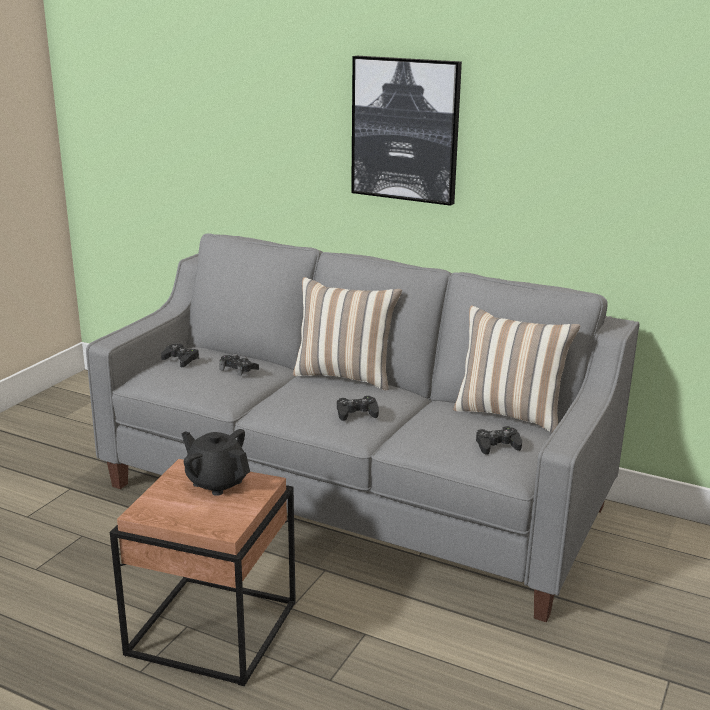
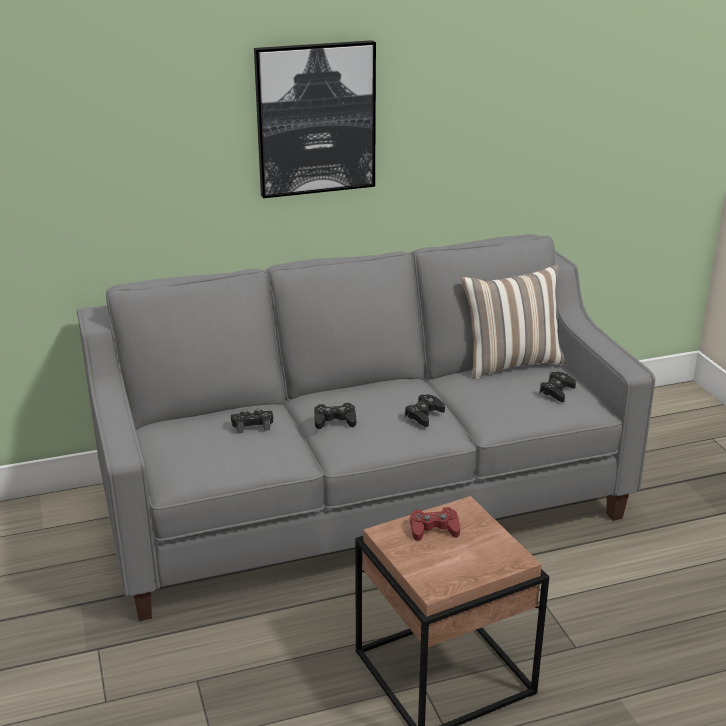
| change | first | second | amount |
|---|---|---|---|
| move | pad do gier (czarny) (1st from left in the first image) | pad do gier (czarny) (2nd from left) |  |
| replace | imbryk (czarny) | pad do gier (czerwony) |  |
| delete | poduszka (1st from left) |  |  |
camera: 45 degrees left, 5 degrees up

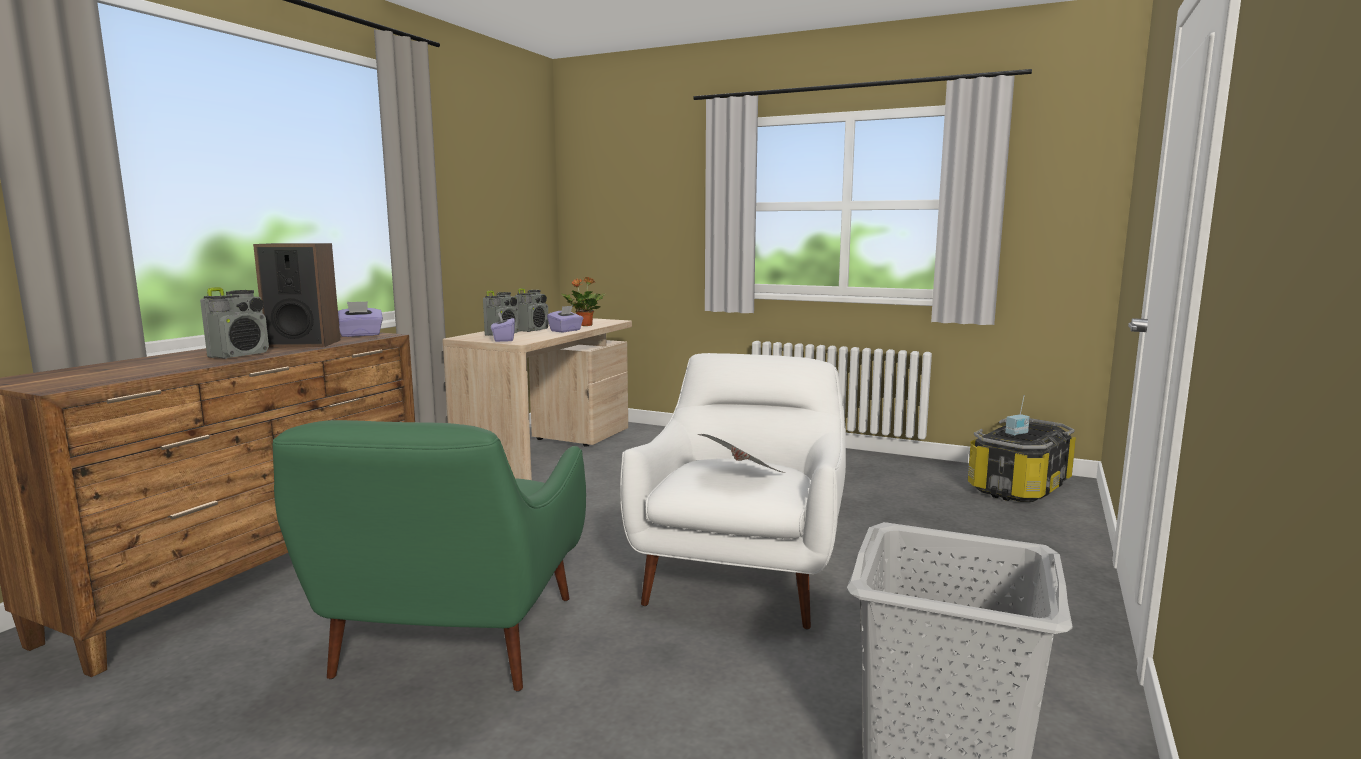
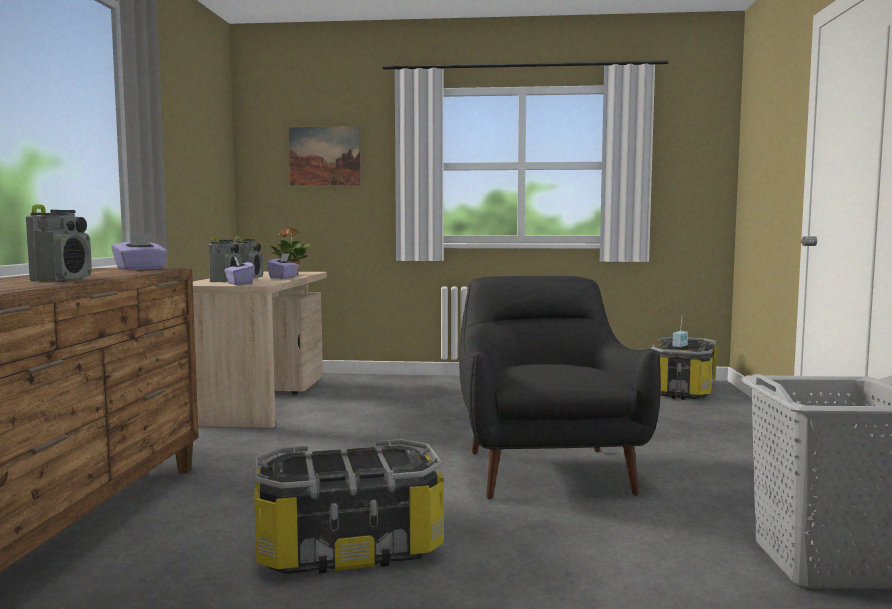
| change | first | second | amount |
|---|---|---|---|
| delete | głośnik |  |  |
| replace | fotel (zielony) | pojemnik do przechowywania (1st from left) |  |
| recolor | fotel (biały) | fotel (czarny) |  |
| delete | gazeta |  |  |
| insert |  | obraz |  |
camera: 20 degrees left, 5 degrees down

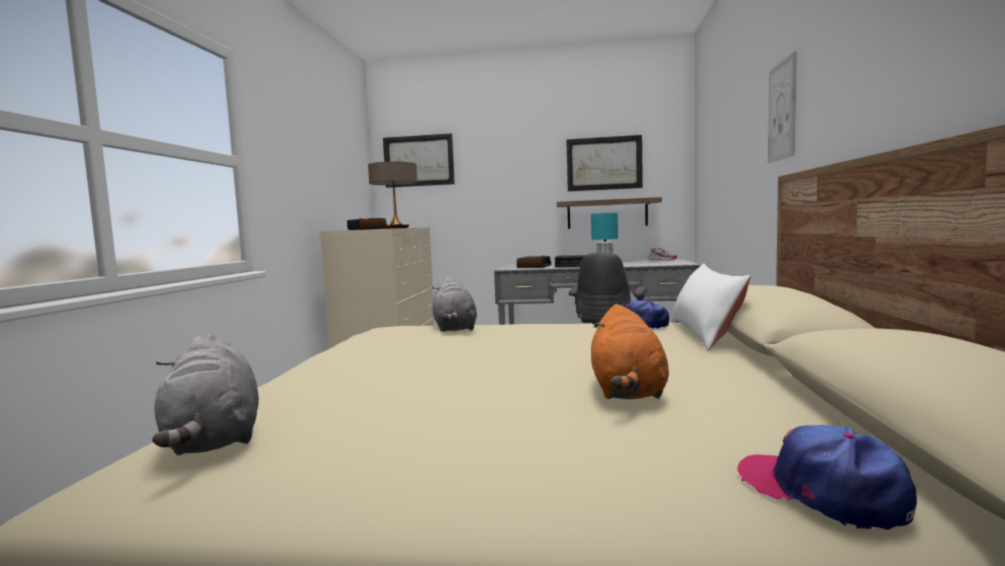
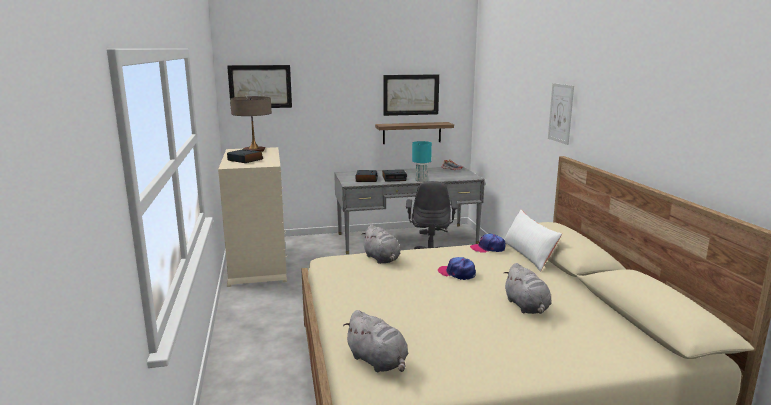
| change | first | second | amount |
|---|---|---|---|
| recolor | pluszak (pomarańczowy) | pluszak (szary) (3rd from left) |  |
| move | czapka z daszkiem (2nd from left in the first image) | czapka z daszkiem (1st from left) |  |
camera: 20 degrees left, 10 degrees up

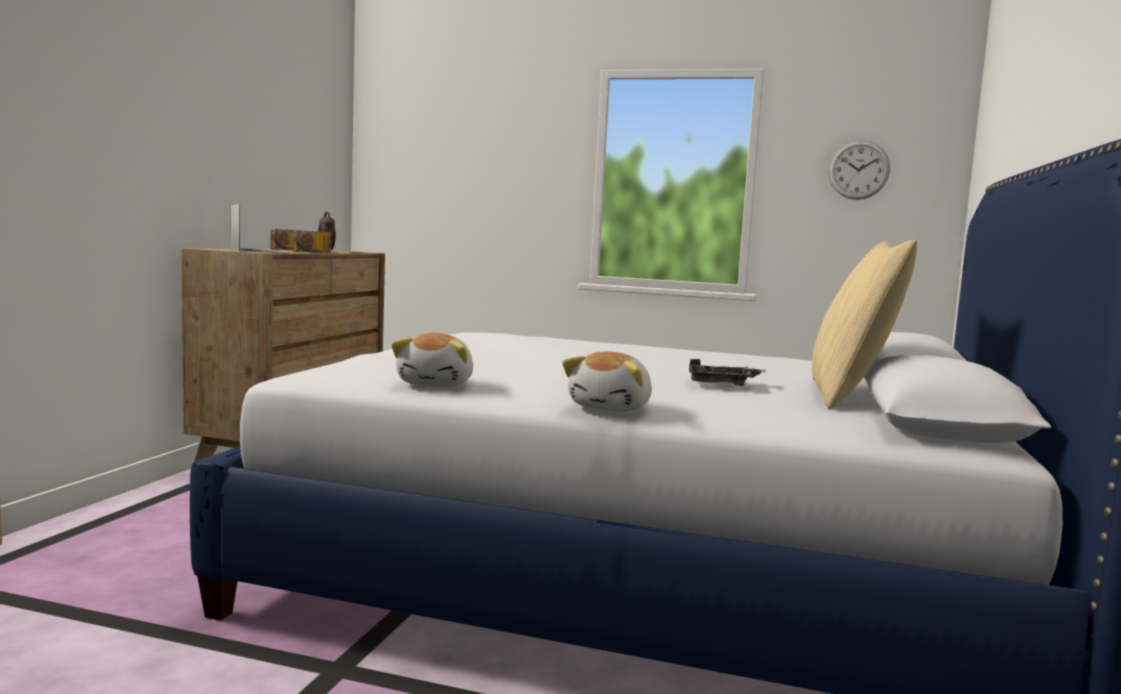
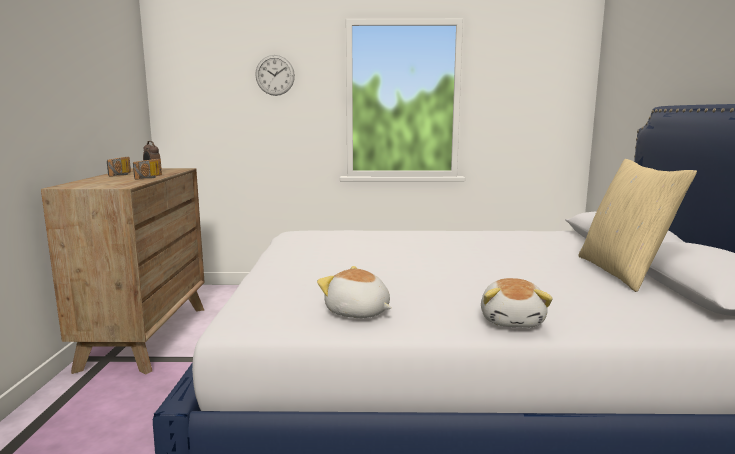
| change | first | second | amount |
|---|---|---|---|
| delete | laptop |  |  |
| rotate | pluszak (1st from left) |  | 135 degrees clockwise |
| delete | taca (szary) |  |  |
| move | zegar ścienny |  |  |
camera: 15 degrees left, 5 degrees up

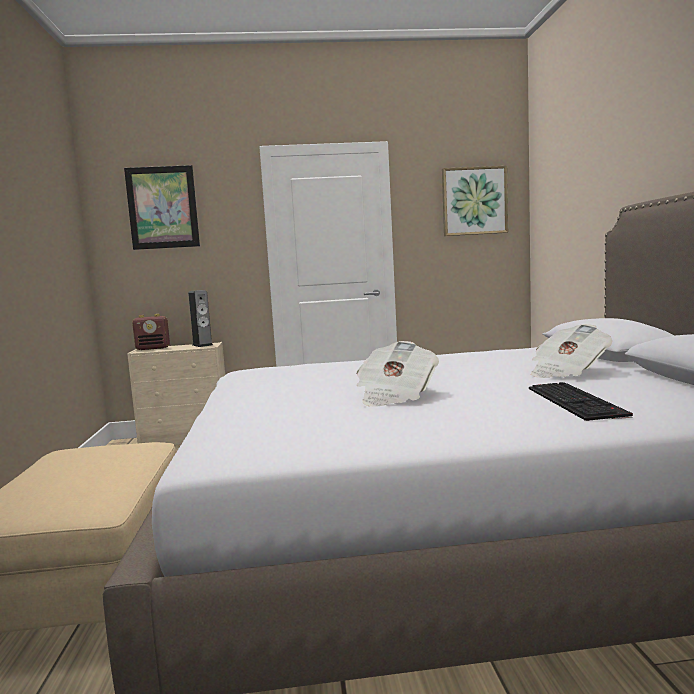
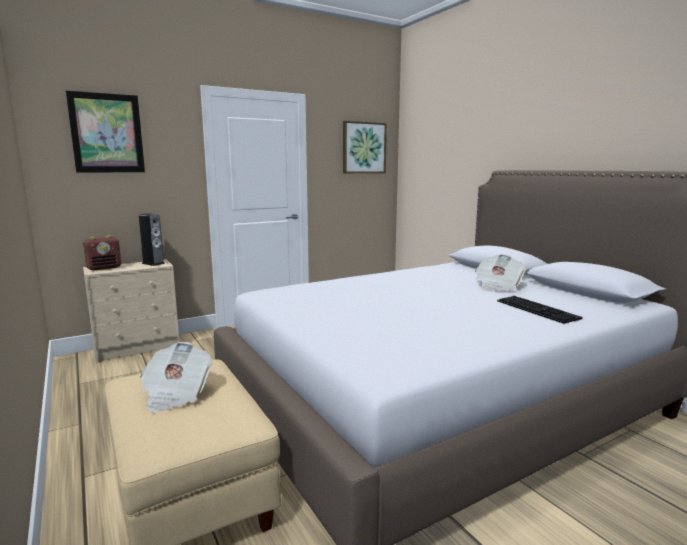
| change | first | second | amount |
|---|---|---|---|
| move | gazeta (1st from left) |  |  |
camera: 25 degrees left, 5 degrees up

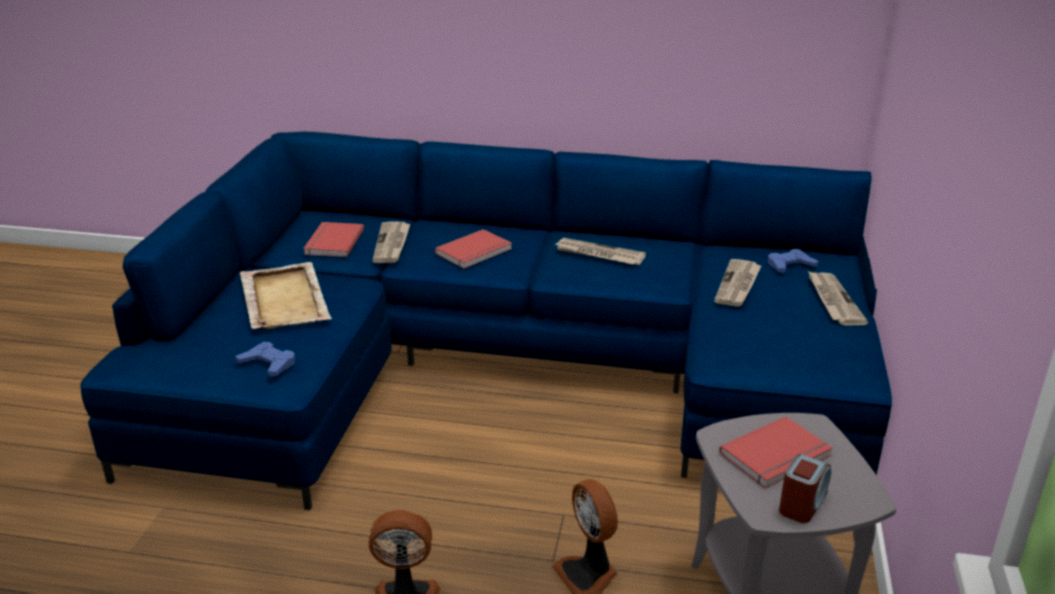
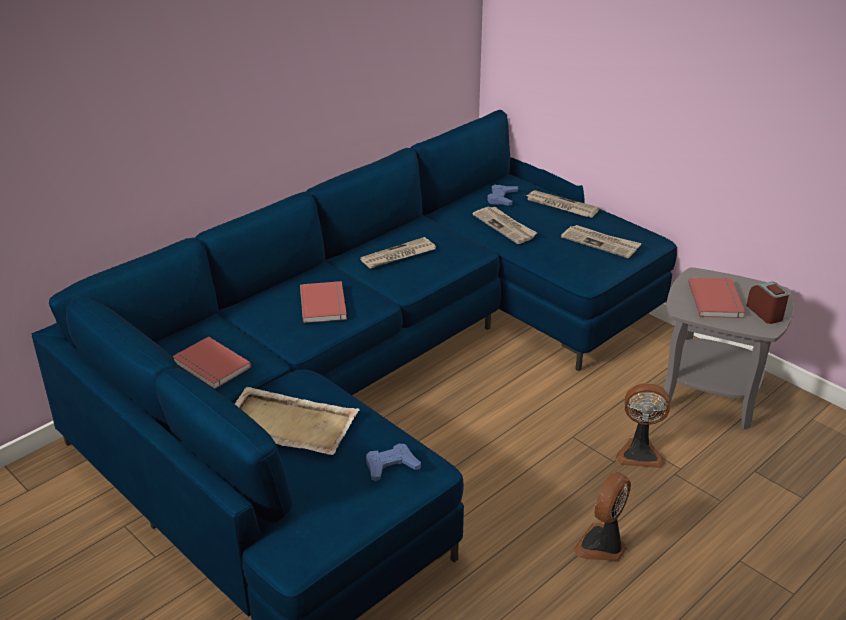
| change | first | second | amount |
|---|---|---|---|
| move | gazeta (1st from left in the first image) | gazeta (4th from left) |  |
camera: 55 degrees left, 5 degrees up

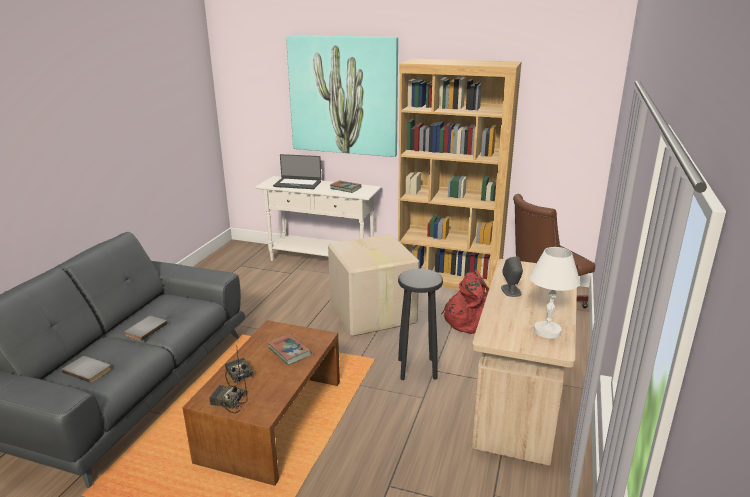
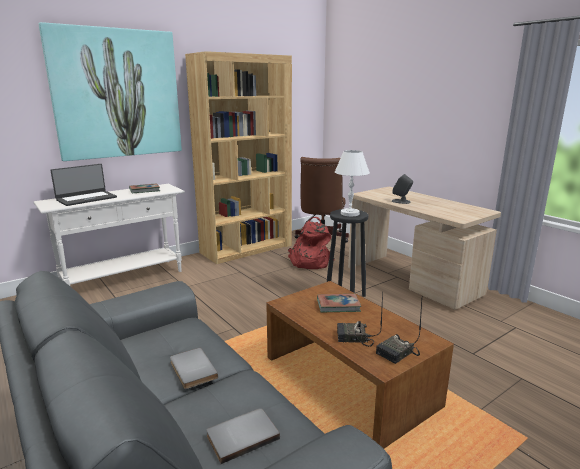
| change | first | second | amount |
|---|---|---|---|
| delete | karton |  |  |
| move | lampa stołowa (biały) |  |  |
camera: 55 degrees left, 5 degrees down

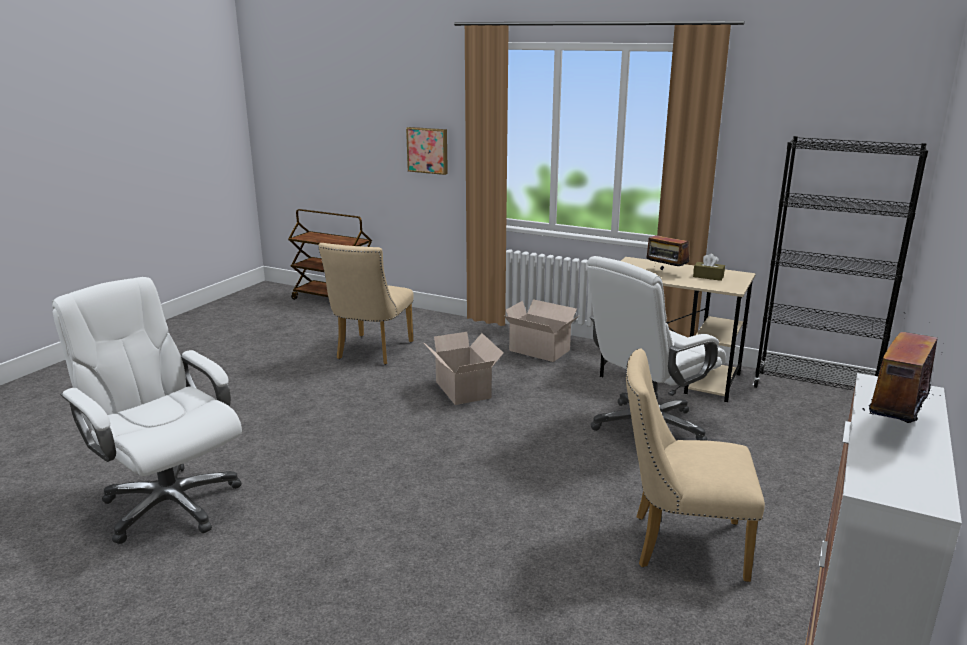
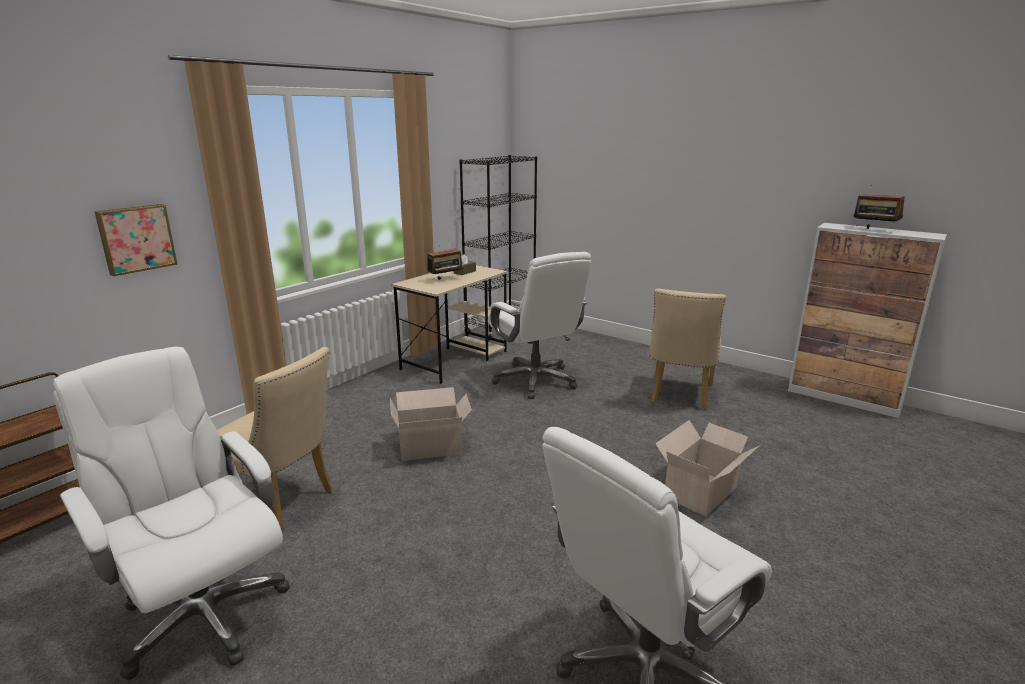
| change | first | second | amount |
|---|---|---|---|
| move | karton (2nd from left) |  |  |
| insert |  | krzesło biurowe (biały) (1st from left) |  |
camera: 80 degrees left, 0 degrees up

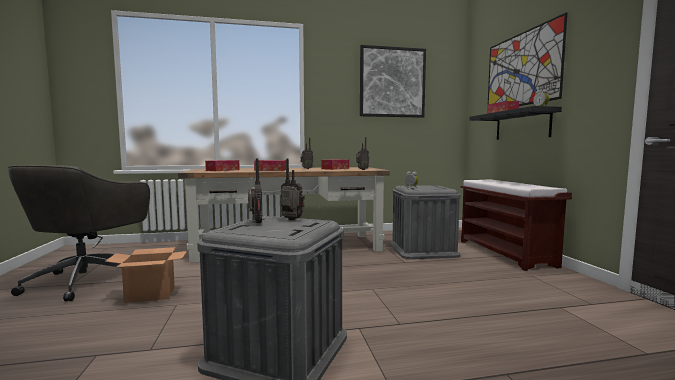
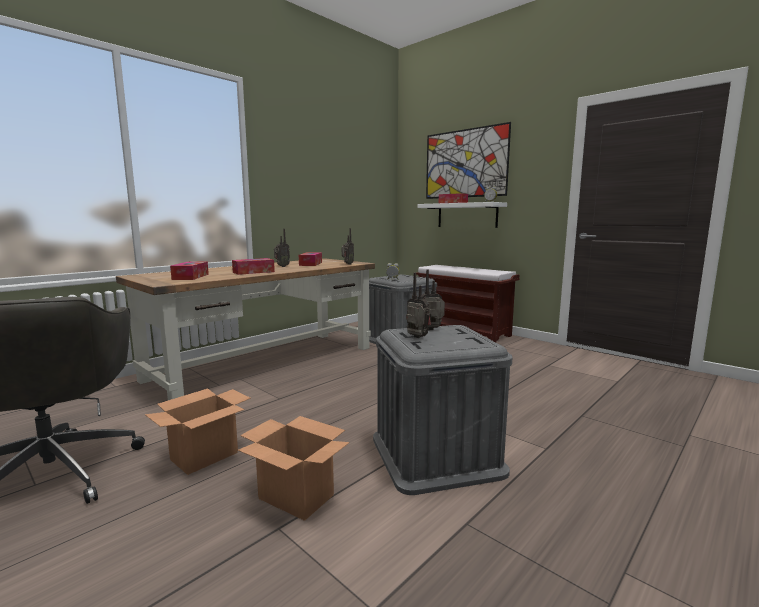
| change | first | second | amount |
|---|---|---|---|
| delete | obraz (1st from left) |  |  |
| recolor | półka (czarny) | półka (biały) |  |
| insert |  | karton (2nd from left) |  |
camera: 35 degrees left, 5 degrees up

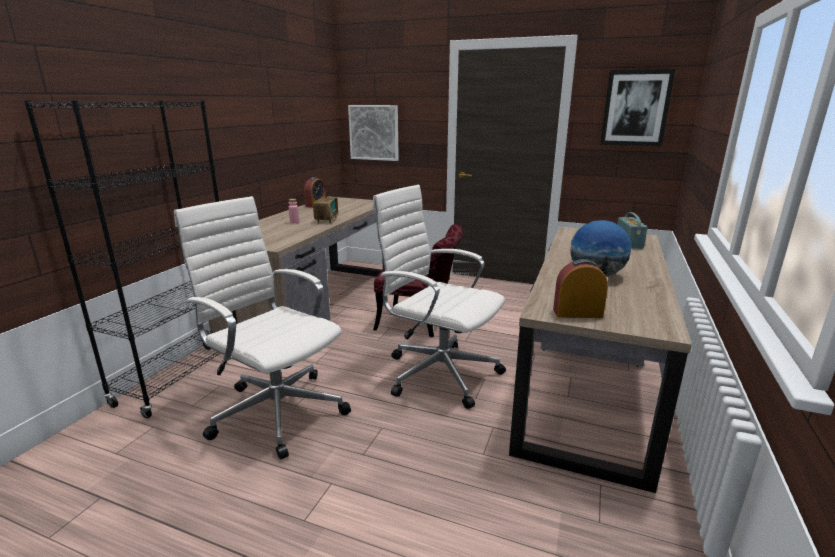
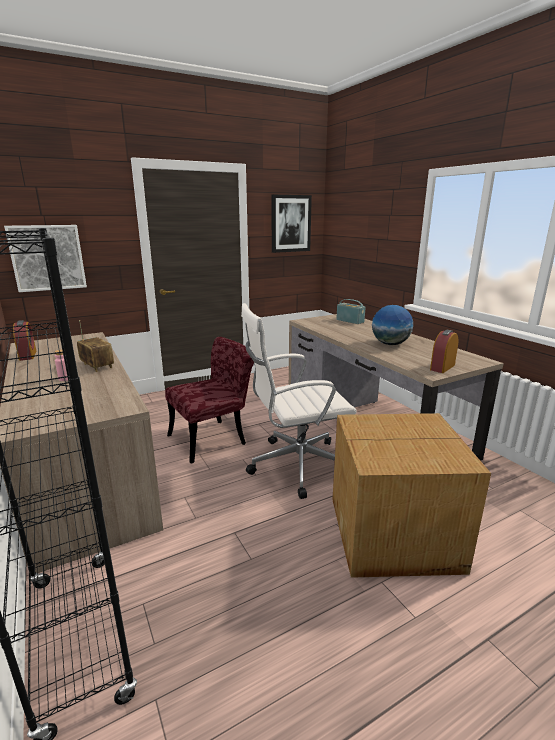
| change | first | second | amount |
|---|---|---|---|
| delete | krzesło biurowe (biały) (1st from left) |  |  |
| insert |  | karton |  |
camera: 50 degrees left, 0 degrees up

